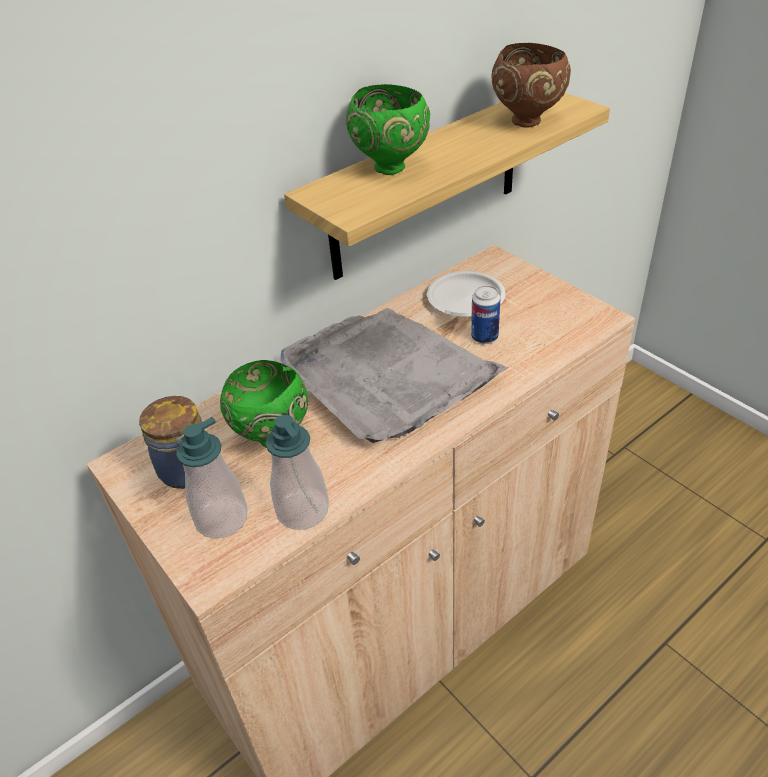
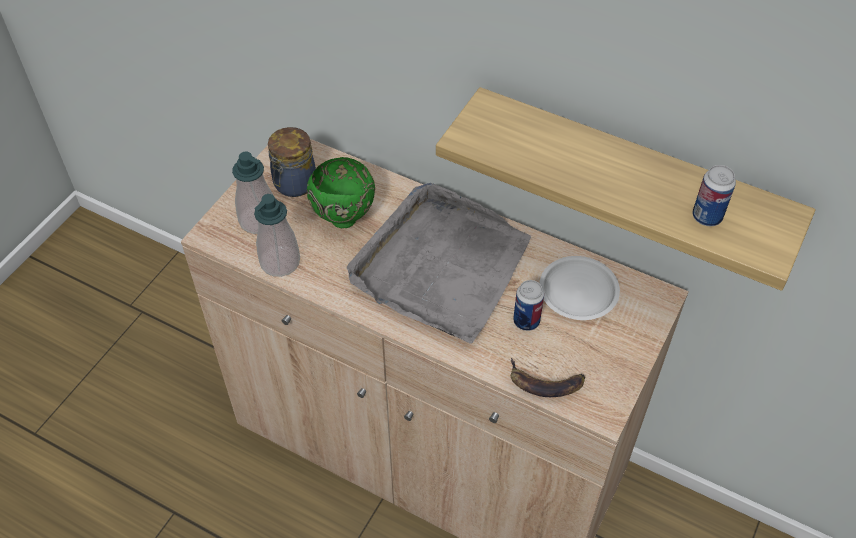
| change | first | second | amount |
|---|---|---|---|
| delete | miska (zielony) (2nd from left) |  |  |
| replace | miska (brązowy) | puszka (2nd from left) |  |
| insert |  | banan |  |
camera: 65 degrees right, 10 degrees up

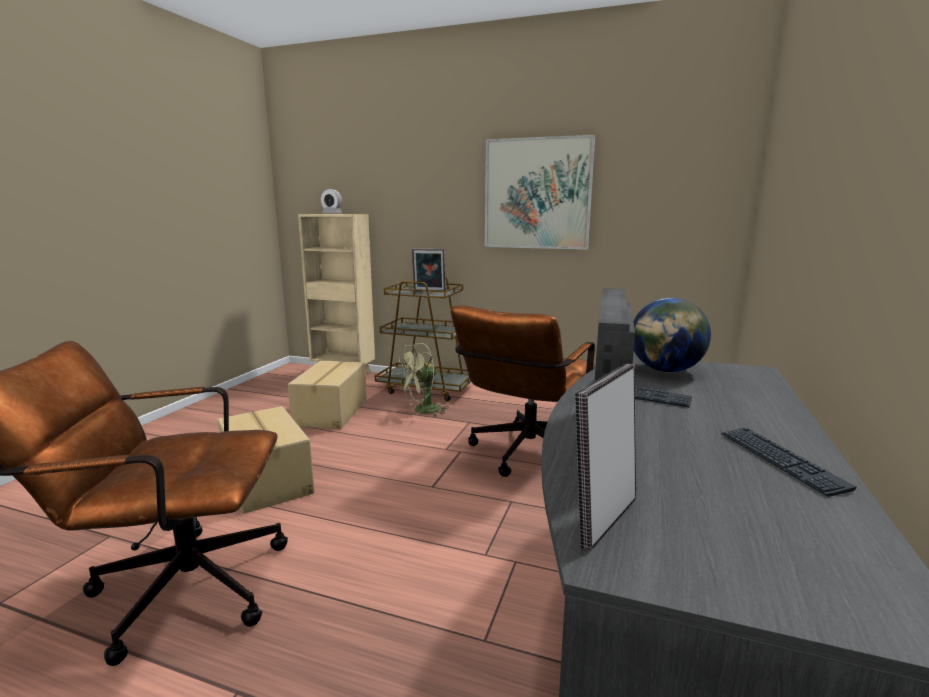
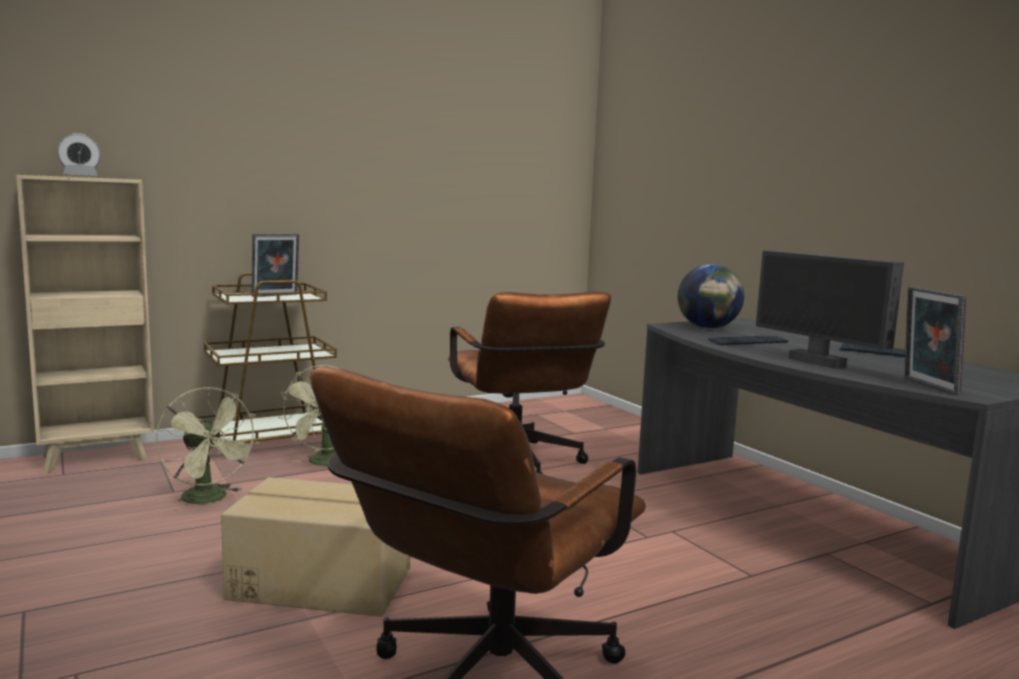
| change | first | second | amount |
|---|---|---|---|
| replace | karton (2nd from left) | wentylator (zielony) (1st from left) |  |
| delete | obraz |  |  |
camera: 50 degrees left, 5 degrees down

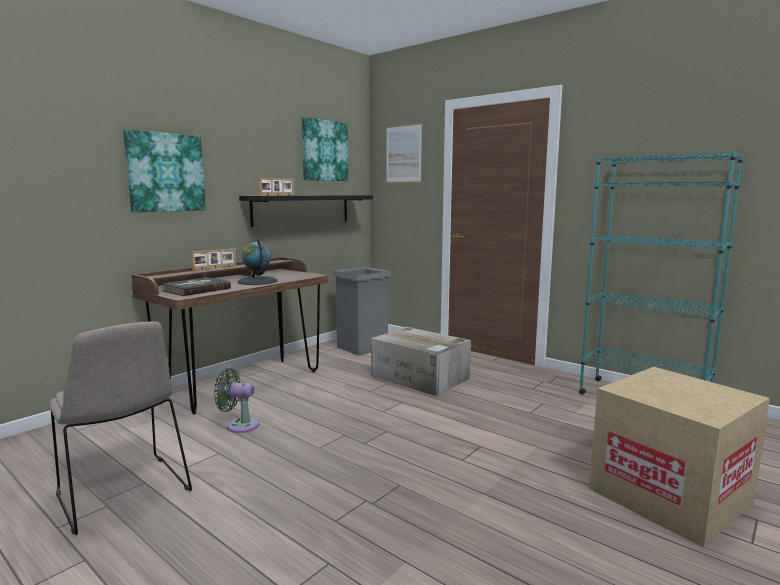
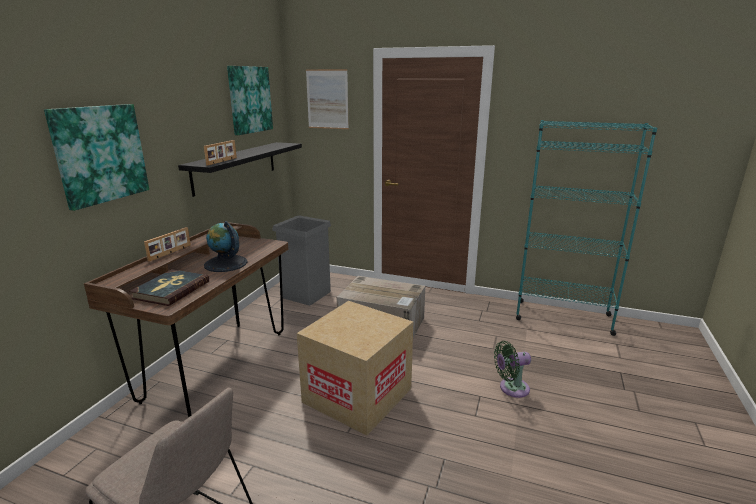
| change | first | second | amount |
|---|---|---|---|
| move | wentylator (zielony) |  |  |
| move | karton (2nd from left in the first image) | karton (1st from left) |  |
camera: 20 degrees left, 10 degrees up

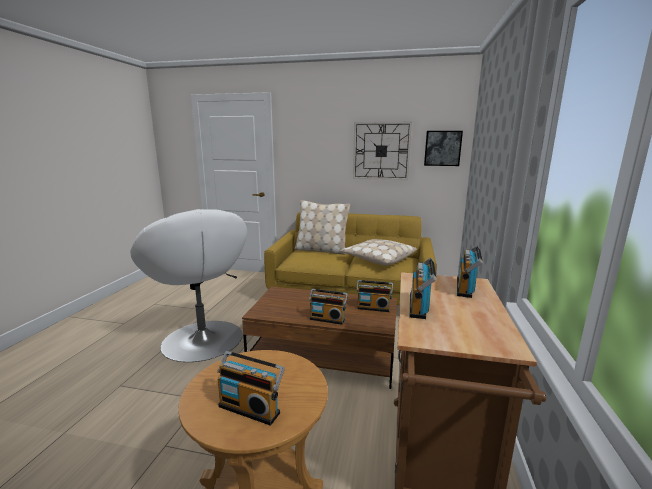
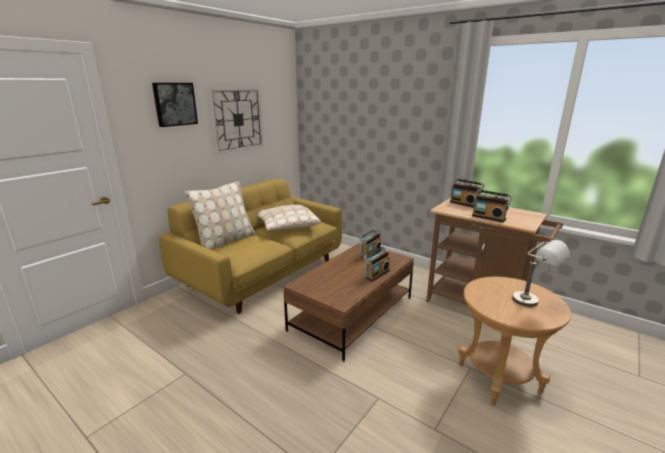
| change | first | second | amount |
|---|---|---|---|
| delete | fotel (biały) |  |  |
| replace | radio (1st from left) | lampa stołowa (szary) |  |
| move | obraz |  |  |
camera: 65 degrees left, 5 degrees up

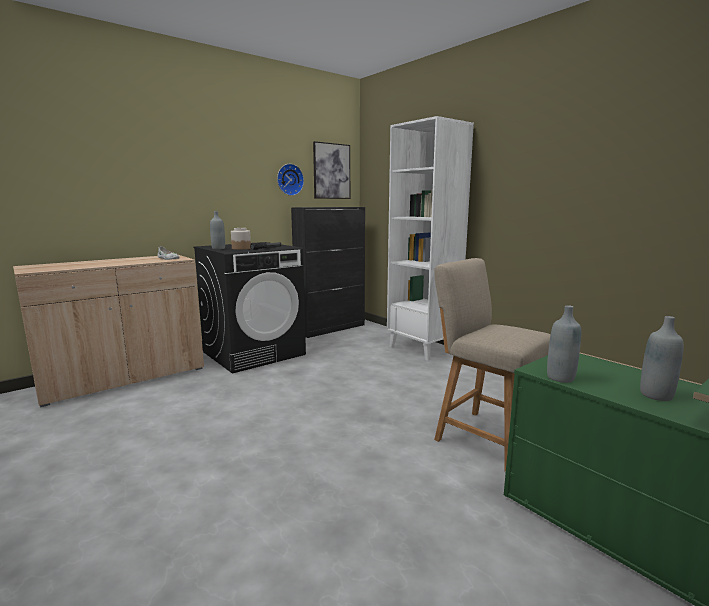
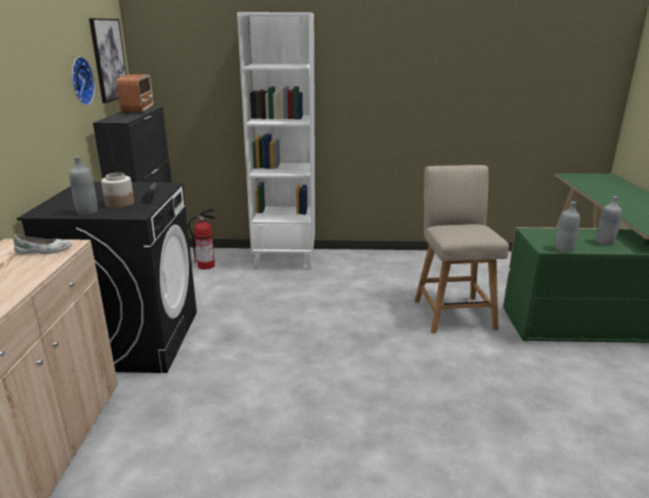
| change | first | second | amount |
|---|---|---|---|
| rotate | krzesło (beżowy) |  | 90 degrees clockwise |
| insert |  | radio |  |
| insert |  | gaśnica |  |
camera: 50 degrees left, 10 degrees up

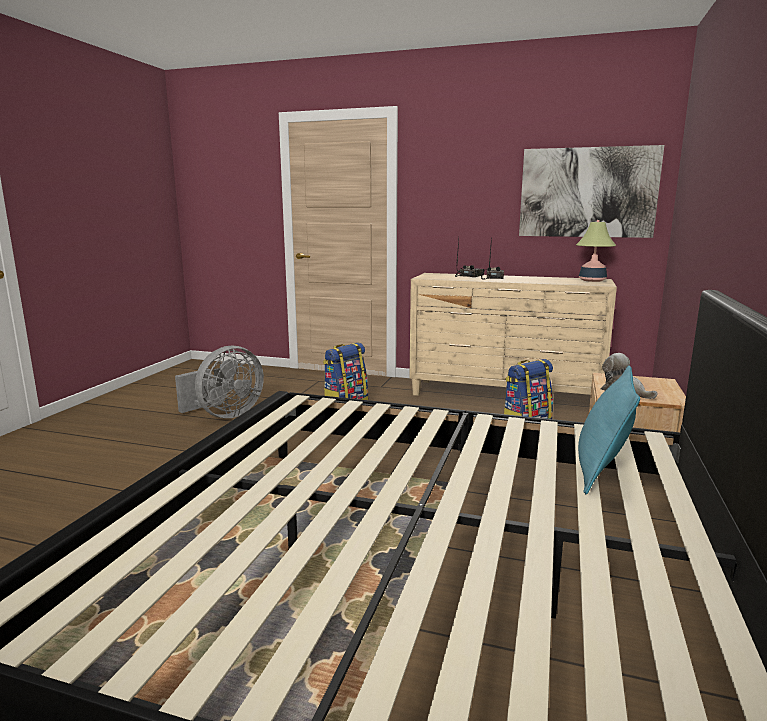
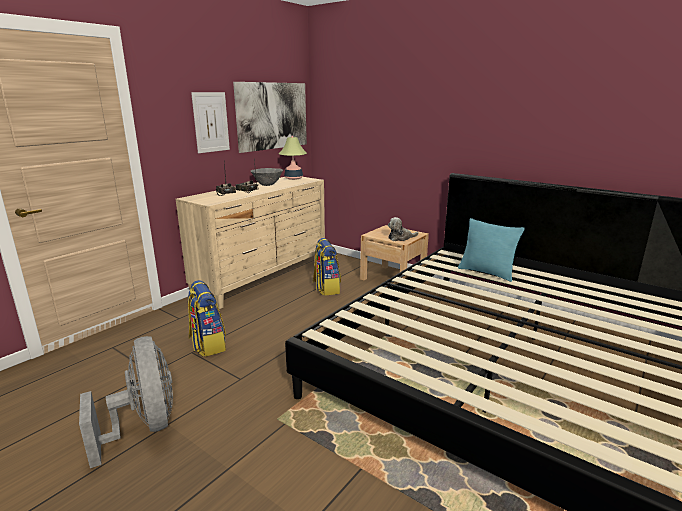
| change | first | second | amount |
|---|---|---|---|
| insert |  | obraz (1st from left) |  |
| insert |  | miska (szary) |  |
camera: 70 degrees left, 5 degrees up

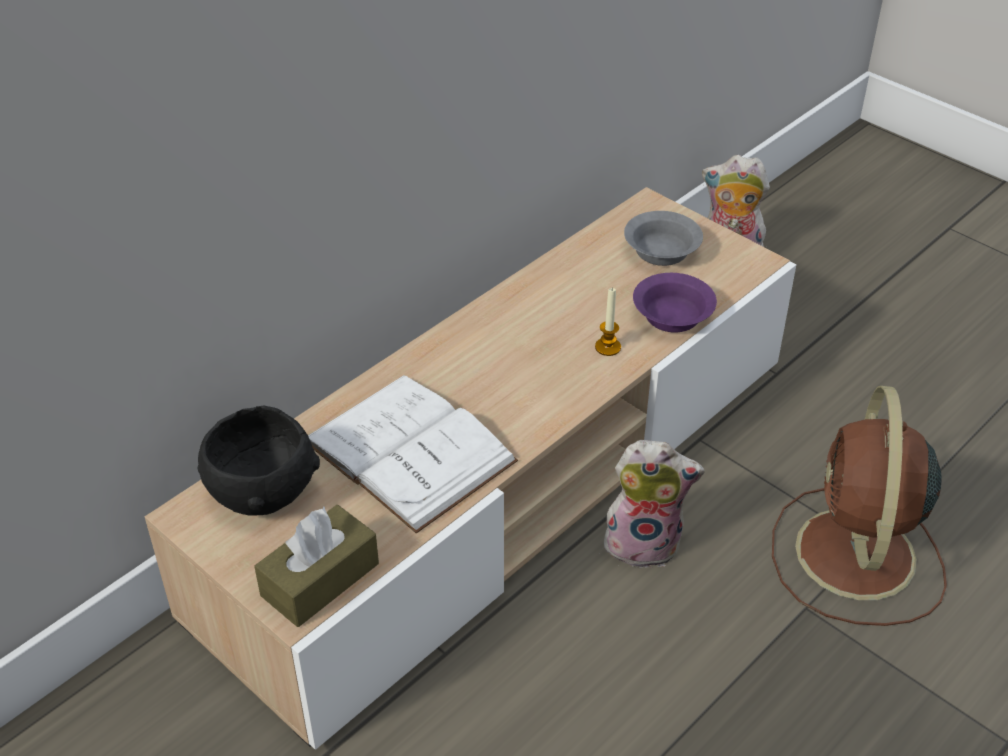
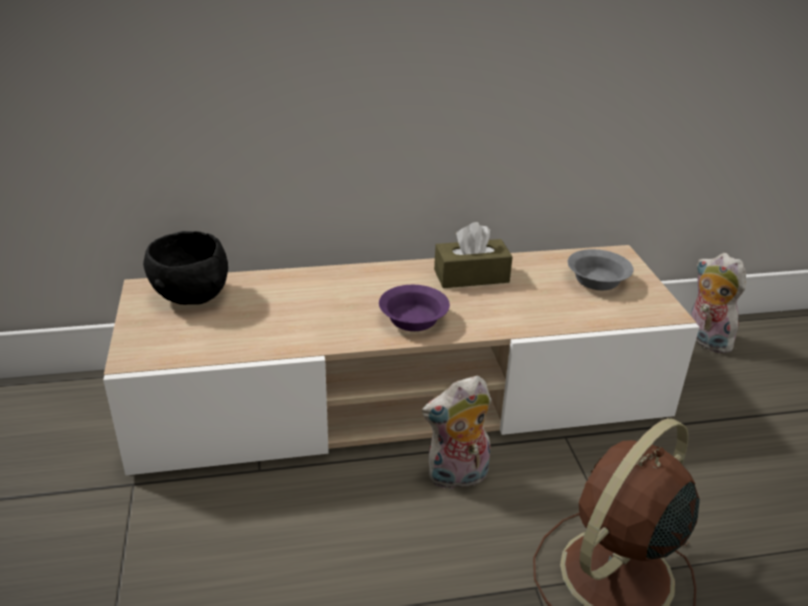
| change | first | second | amount |
|---|---|---|---|
| move | pudełko chusteczek (brązowy) |  |  |
| delete | książka (biały) |  |  |
| delete | świeca |  |  |
| rotate | pluszak (1st from left) |  | 120 degrees clockwise |
| move | miska (fioletowy) |  |  |
camera: 35 degrees right, 10 degrees down

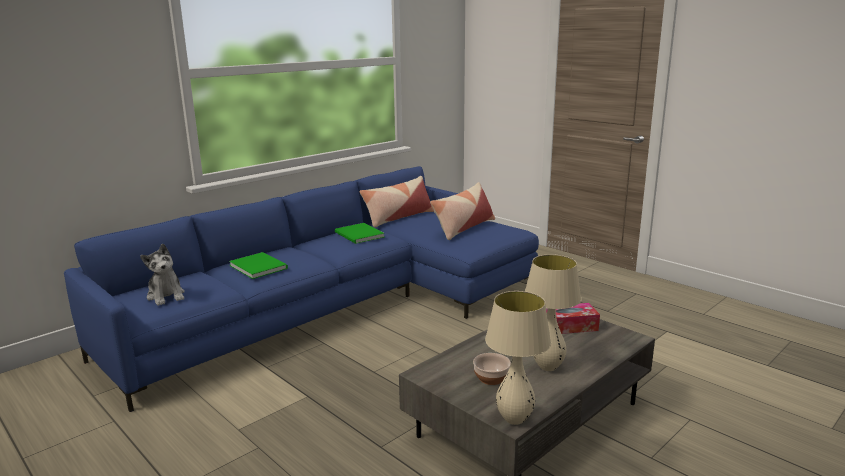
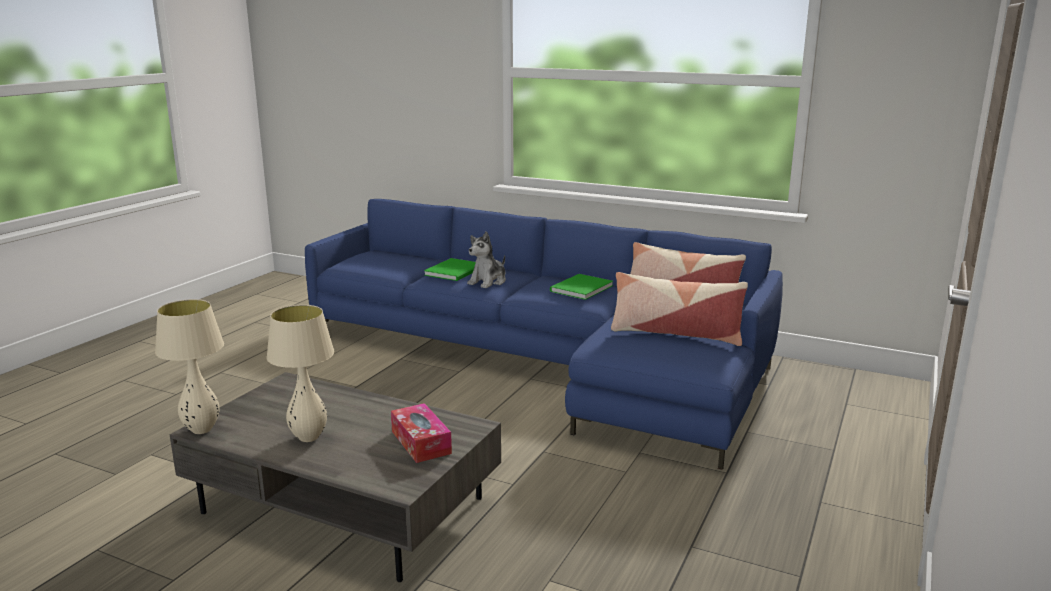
| change | first | second | amount |
|---|---|---|---|
| move | pluszak |  |  |
| delete | miska |  |  |
camera: 70 degrees right, 0 degrees up

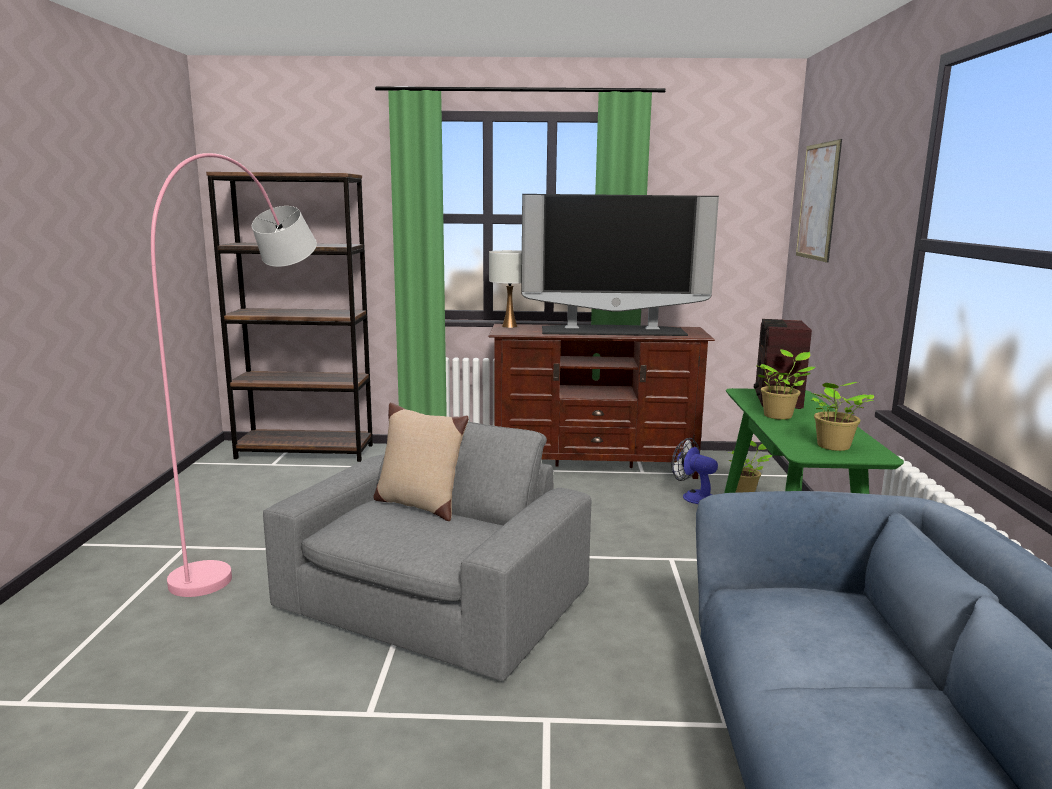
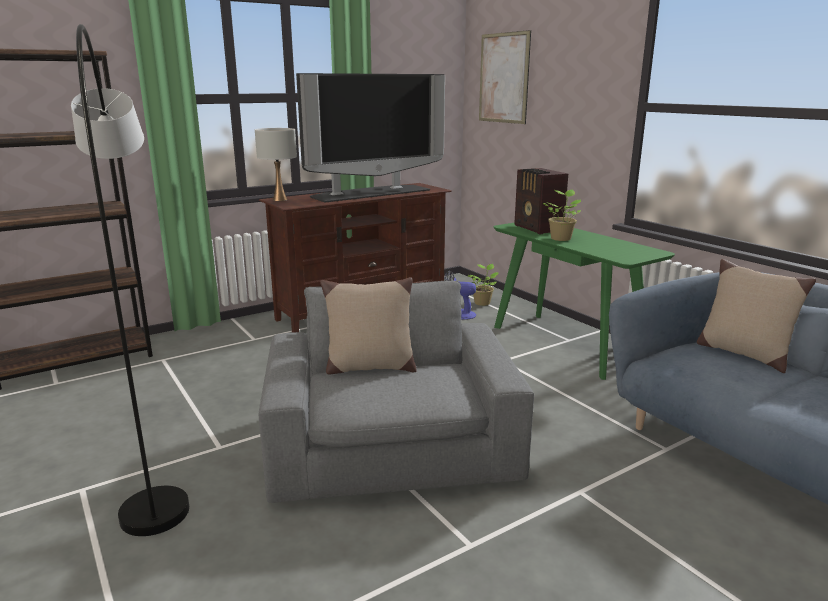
| change | first | second | amount |
|---|---|---|---|
| recolor | lampa stojąca (różowy) | lampa stojąca (szary) |  |
| delete | roślina doniczkowa (3rd from left) |  |  |
| insert |  | poduszka (beżowy) (2nd from left) |  |
camera: 35 degrees left, 5 degrees up

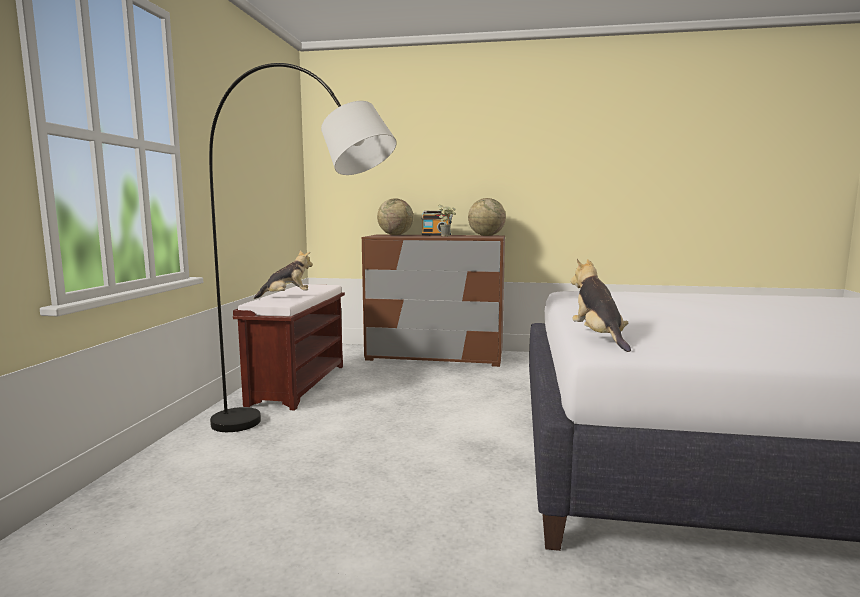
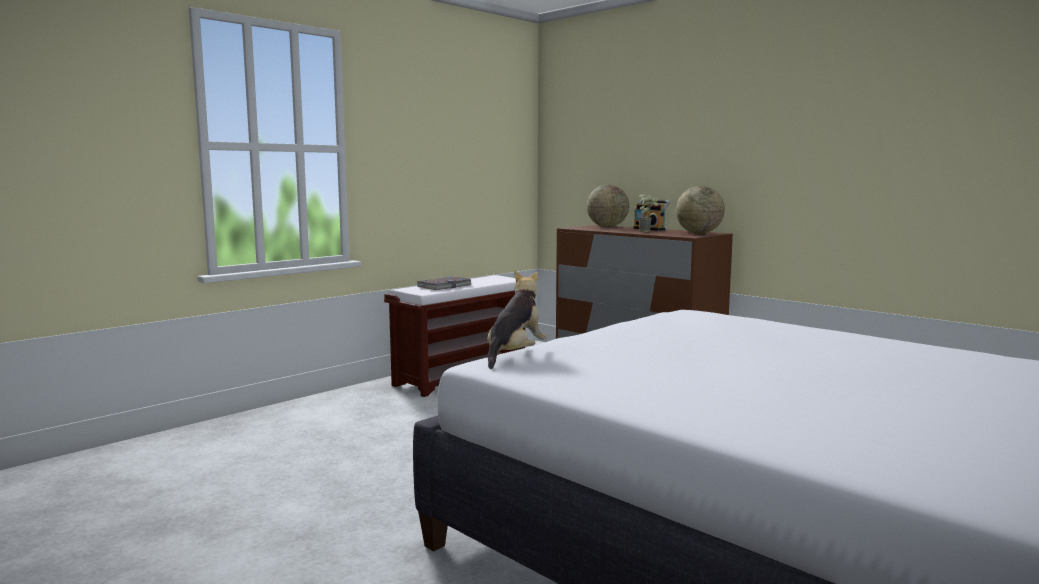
| change | first | second | amount |
|---|---|---|---|
| delete | lampa stojąca (szary) |  |  |
| replace | pluszak (1st from left) | książka |  |
camera: 35 degrees right, 0 degrees up

